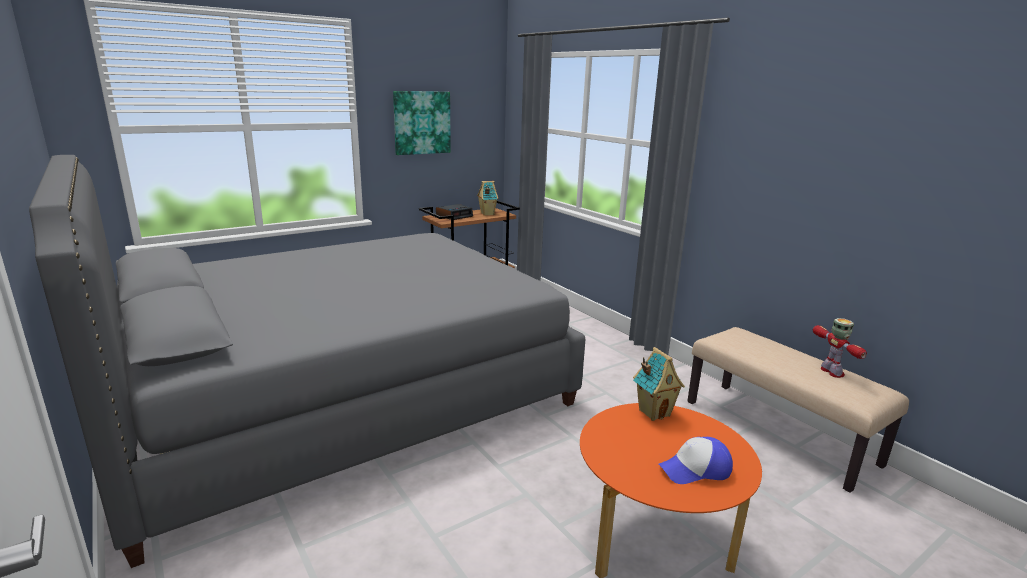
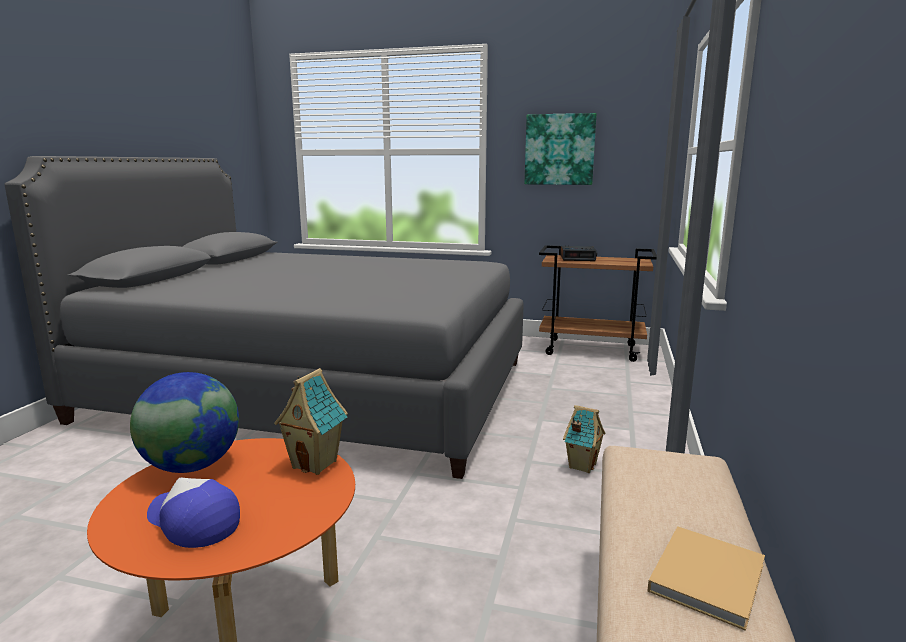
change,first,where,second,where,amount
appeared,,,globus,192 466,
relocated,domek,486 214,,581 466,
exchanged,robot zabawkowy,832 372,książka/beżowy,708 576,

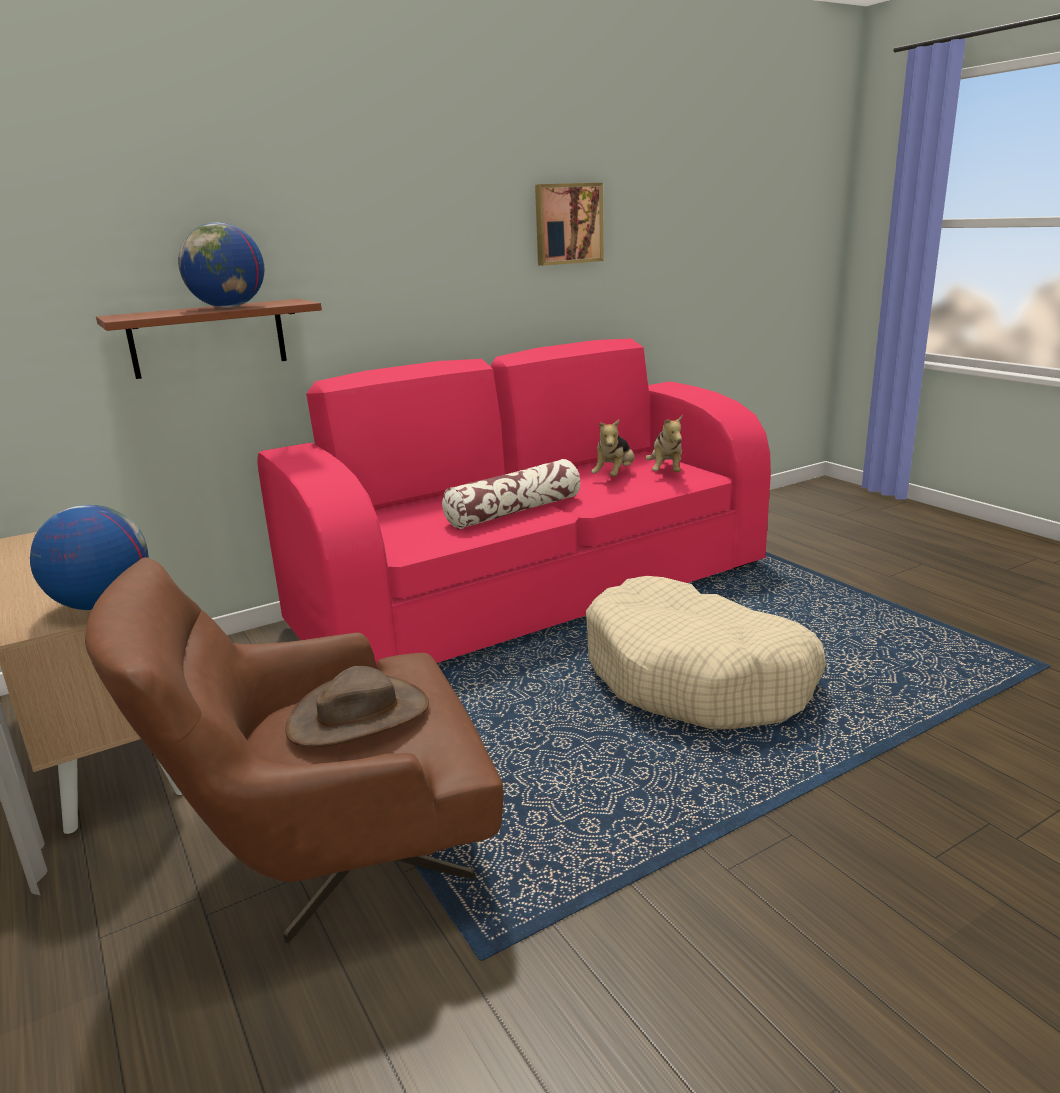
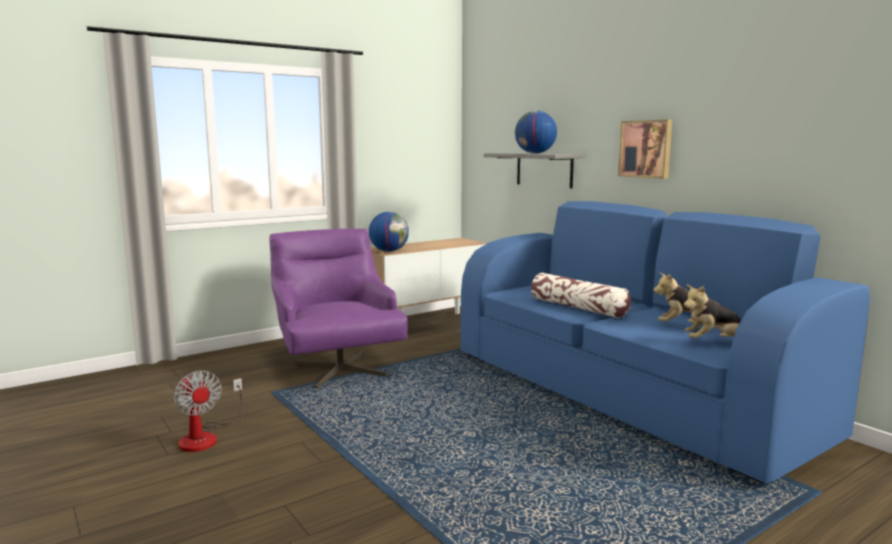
change,first,where,second,where,amount
appeared,,,wentylator,206 437,
colour,fotel/brązowy,334 863,fotel/fioletowy,336 366,
colour,kanapa/różowy,537 594,kanapa/niebieski,623 393,
colour,półka/brązowy,208 338,półka/szary,544 170,
relocated,obraz,567 224,,646 149,
missing,kapelusz/brązowy,359 716,,,
missing,legowisko/beżowy,697 678,,,

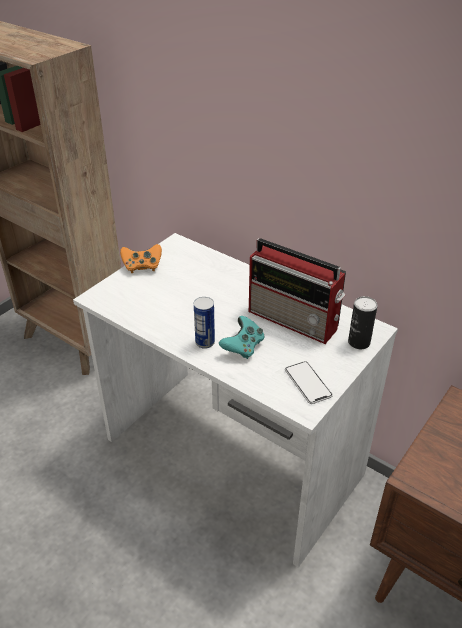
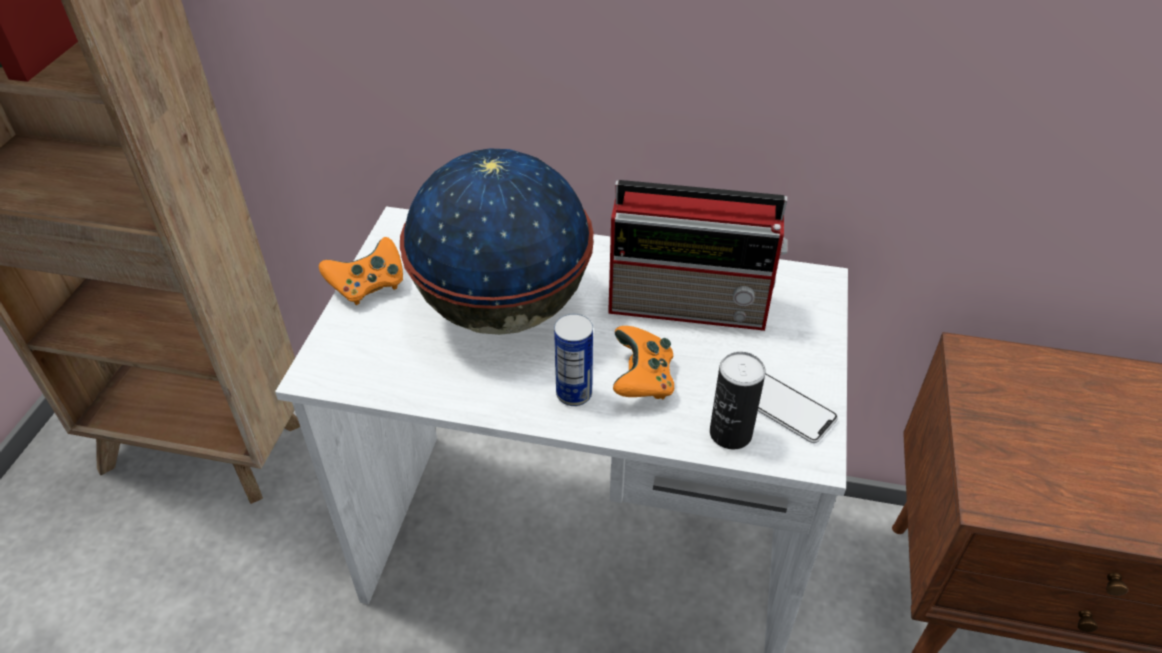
change,first,where,second,where,amount
appeared,,,globus,502 308,
colour,pad do gier/turkusowy,243 347,pad do gier/pomarańczowy,642 380,
relocated,puszka,359 342,,730 433,

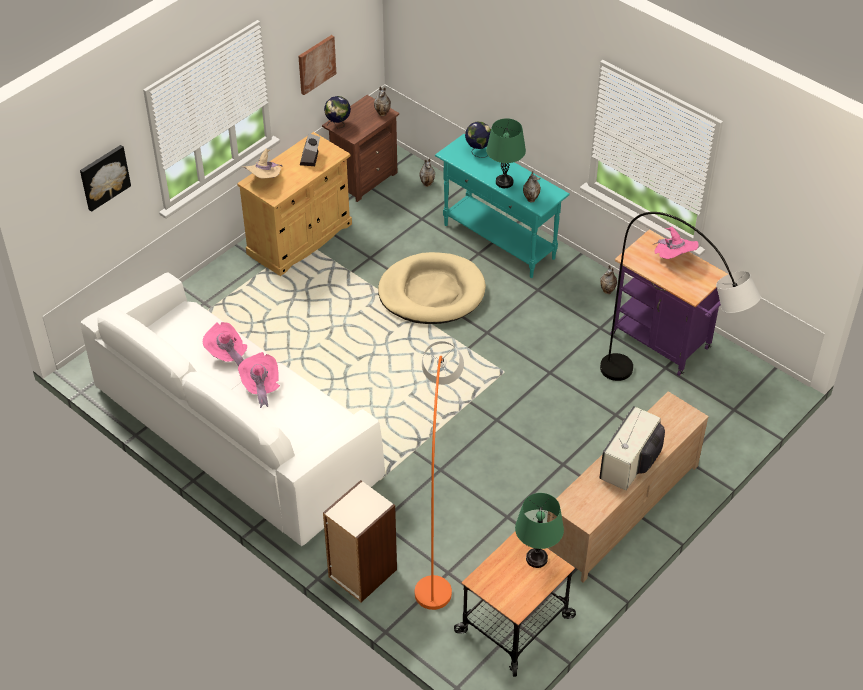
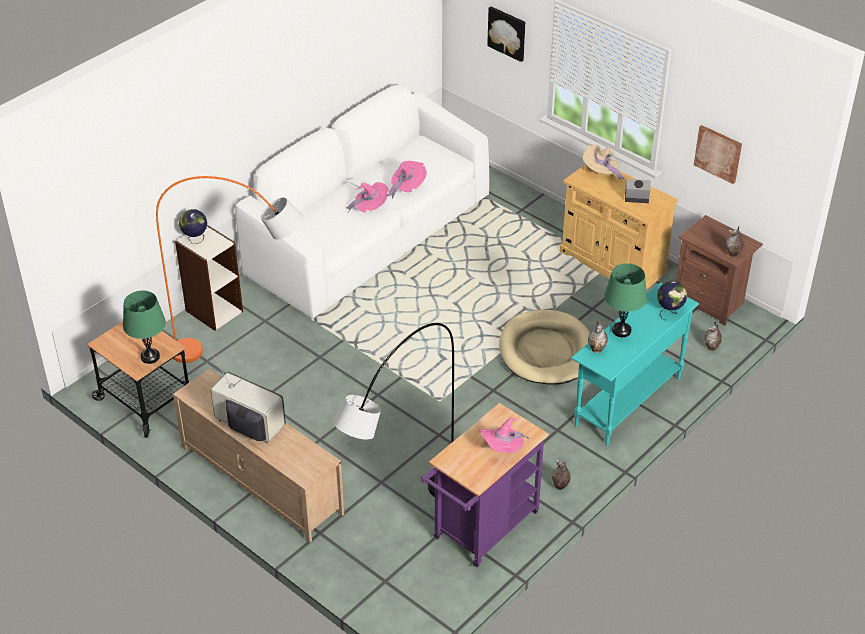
change,first,where,second,where,amount
relocated,globus,338 125,,195 239,

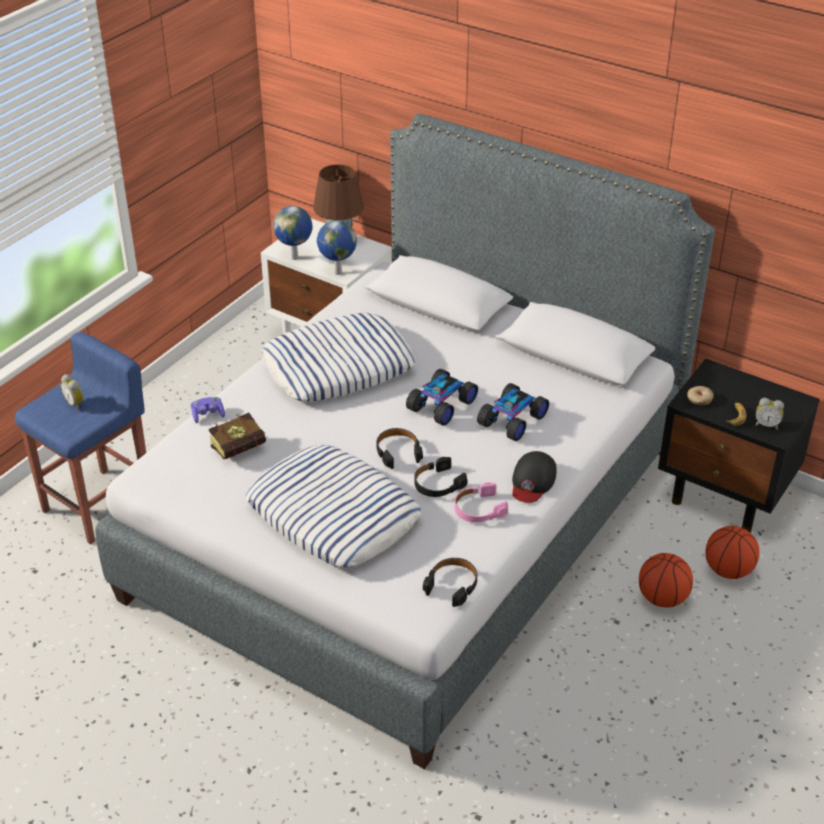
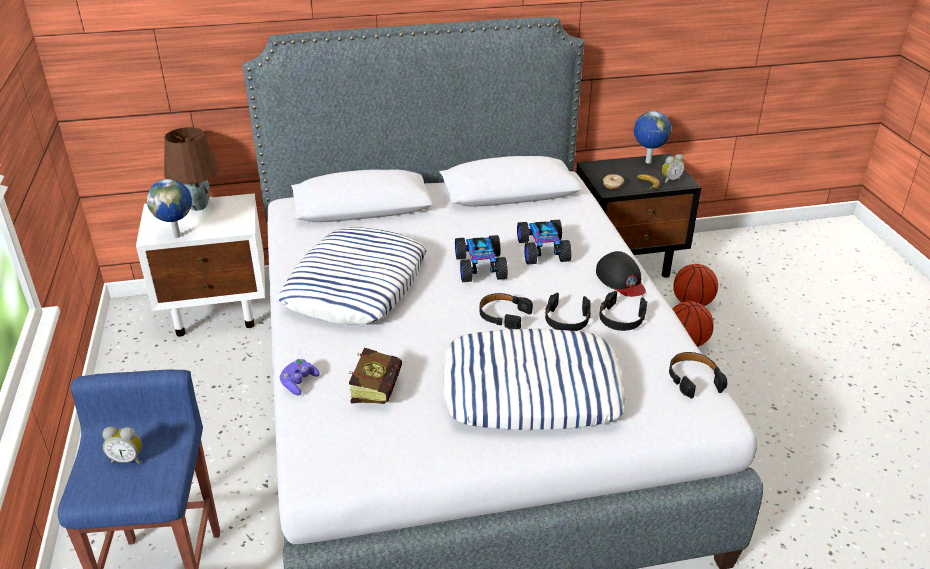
change,first,where,second,where,amount
colour,słuchawki/różowy,478 509,słuchawki/czarny,621 318,
relocated,globus,337 273,,647 162,

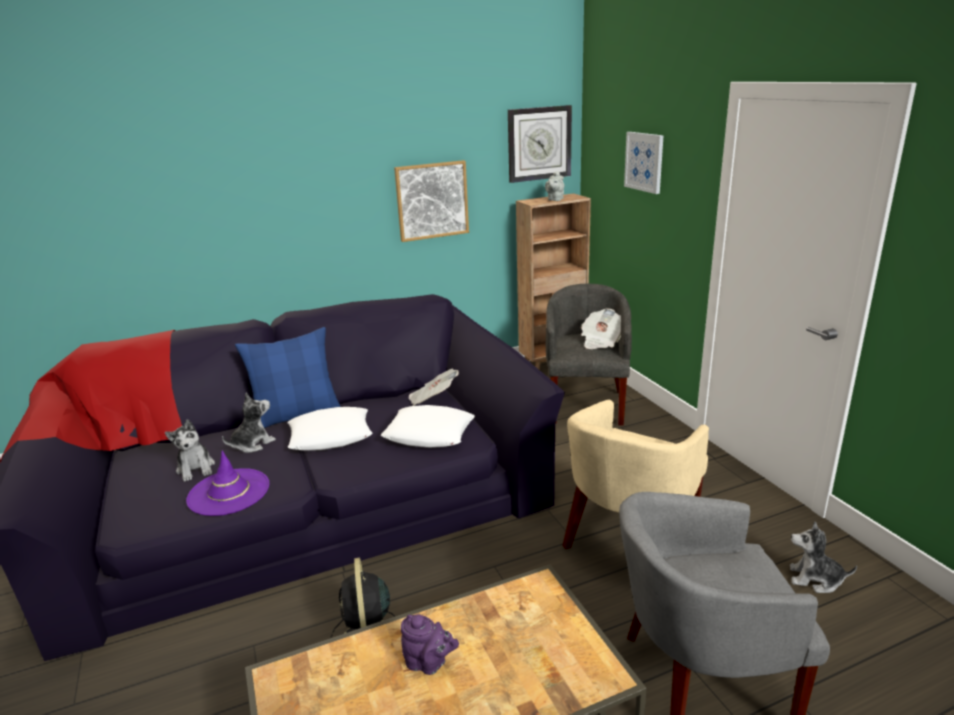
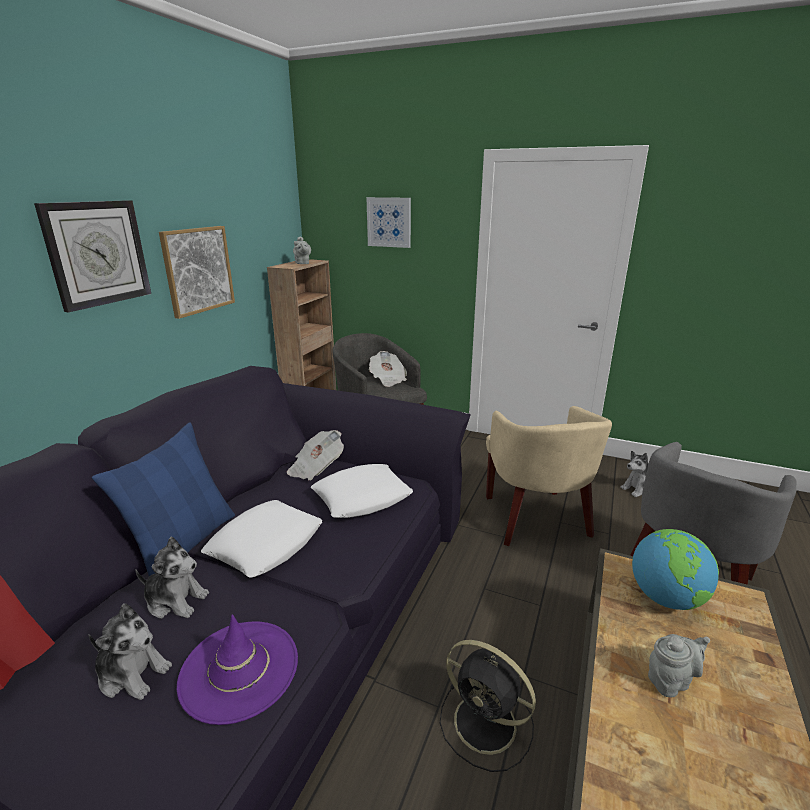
change,first,where,second,where,amount
relocated,zegar ścienny,539 143,,97 253,
spun,pluszak,252 444,,176 600,105 degrees clockwise
appeared,,,globus,666 597,
colour,imbryk/fioletowy,429 663,imbryk/szary,670 680,

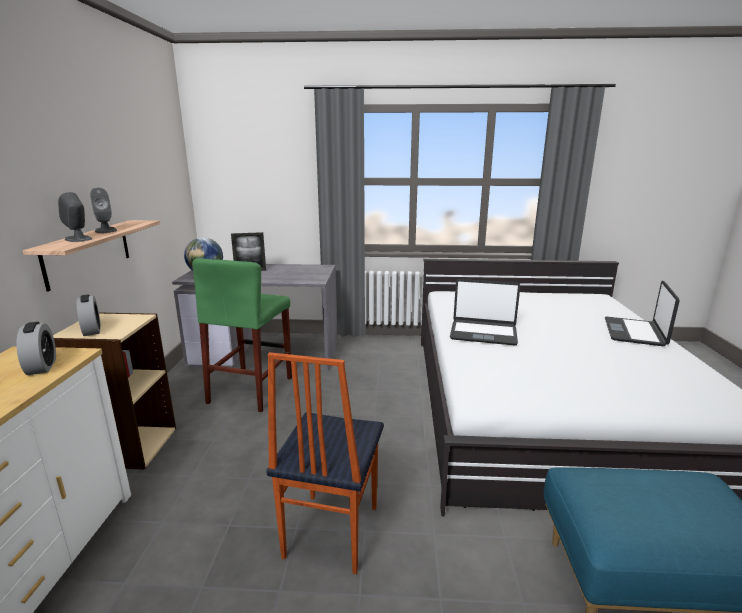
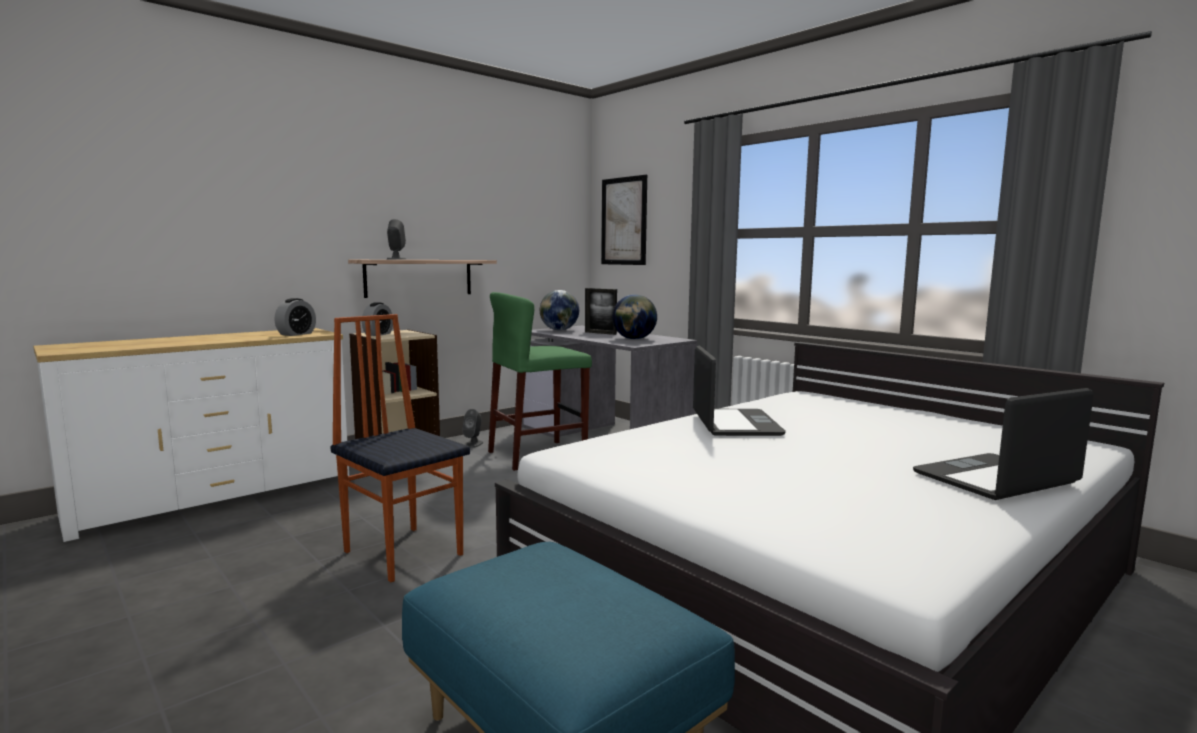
change,first,where,second,where,amount
spun,krzesło,329 532,,404 552,75 degrees clockwise
relocated,głośnik/szary,105 230,,473 444,
appeared,,,obraz,624 221,
appeared,,,globus,634 339,
spun,laptop,483 333,,734 424,150 degrees counterclockwise

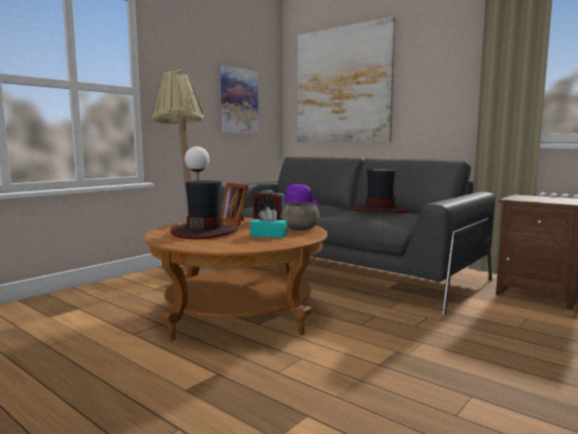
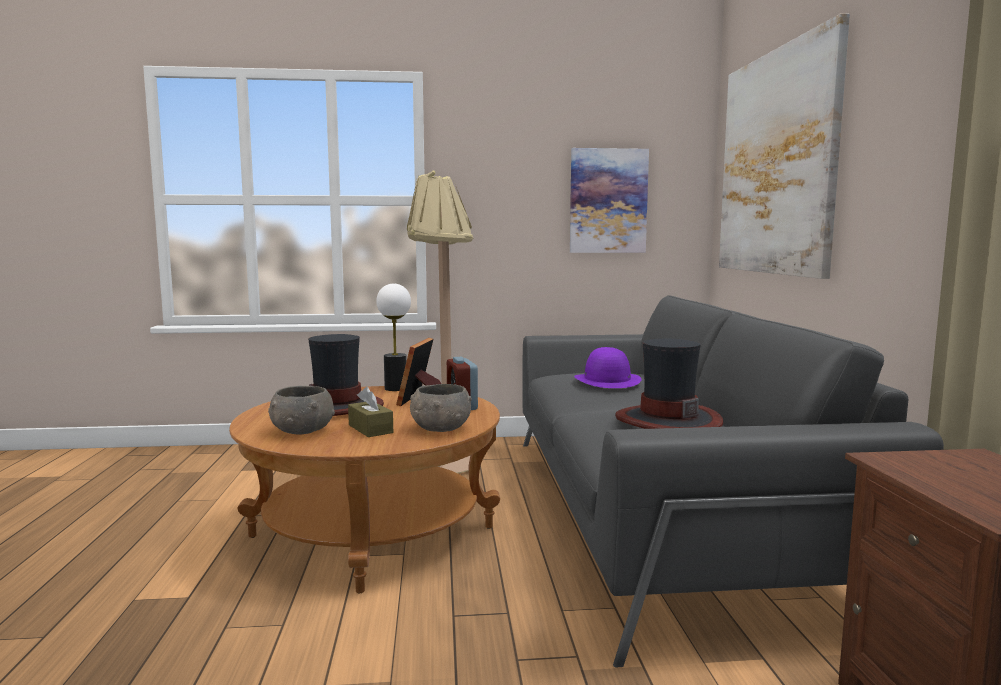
change,first,where,second,where,amount
appeared,,,miska/szary,302 431,
colour,pudełko chusteczek/turkusowy,268 235,pudełko chusteczek/brązowy,370 429,

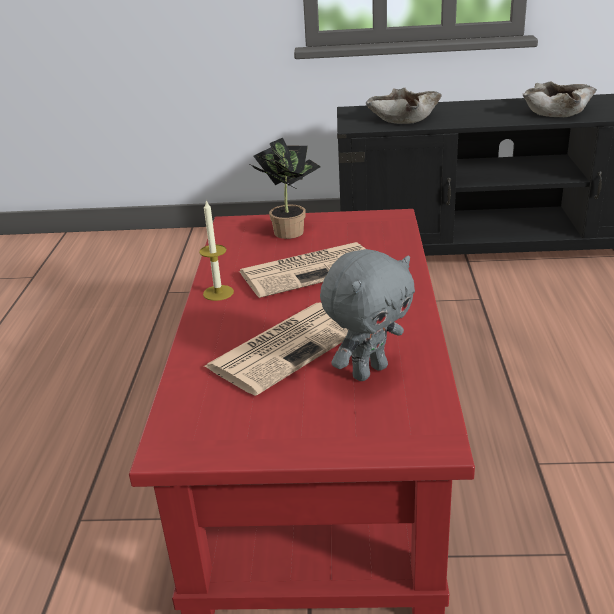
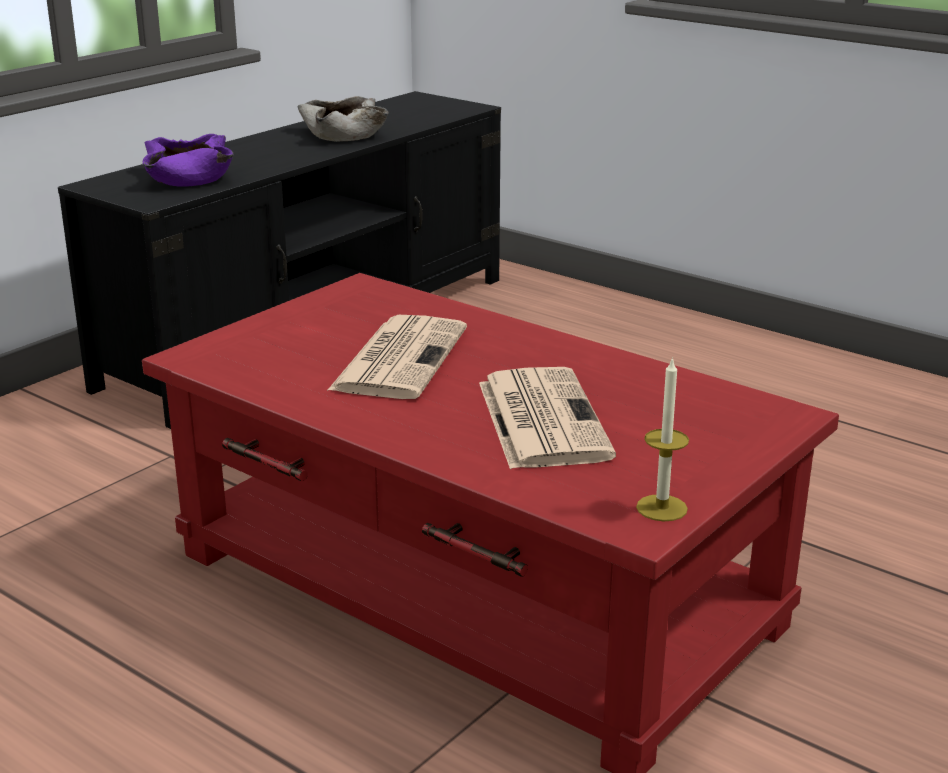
change,first,where,second,where,amount
colour,miska/beżowy,403 118,miska/fioletowy,188 178,
relocated,świeca,218 293,,661 508,
missing,roślina doniczkowa,288 230,,,
missing,pluszak/szary,368 371,,,

